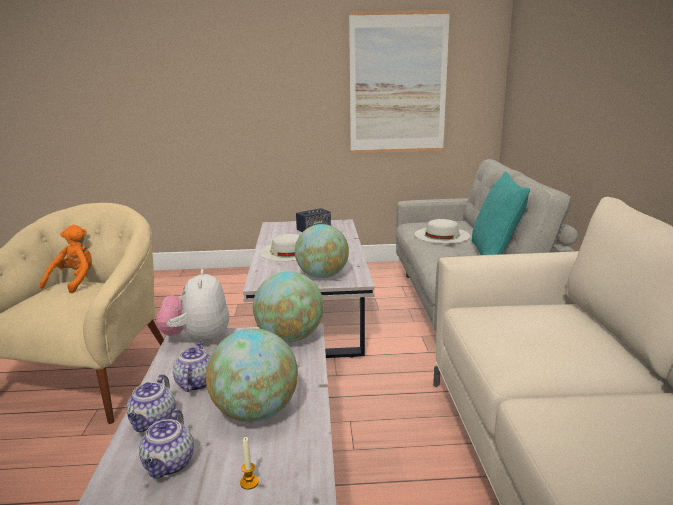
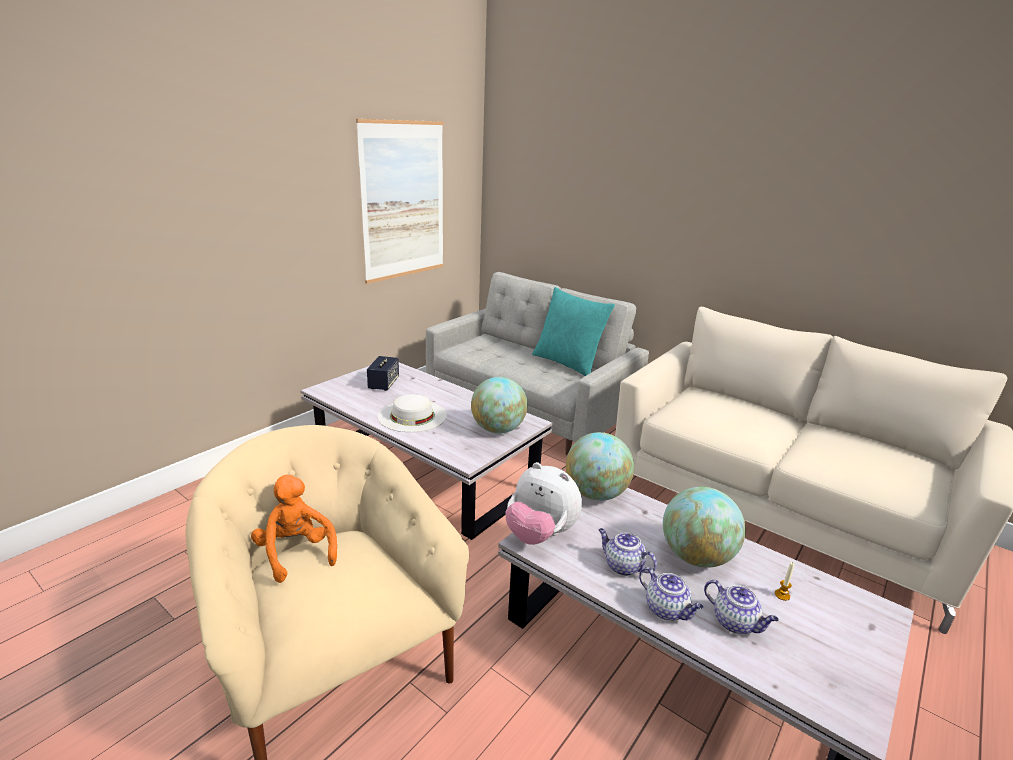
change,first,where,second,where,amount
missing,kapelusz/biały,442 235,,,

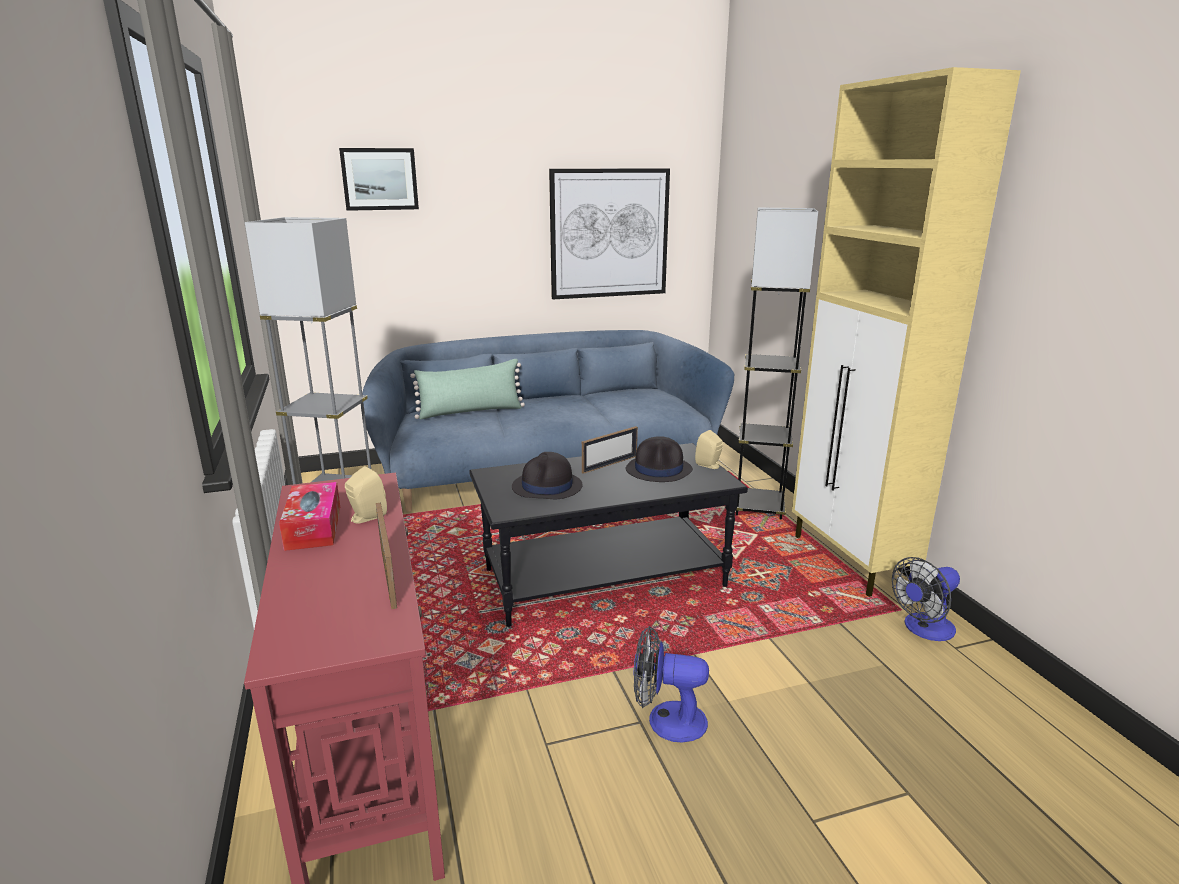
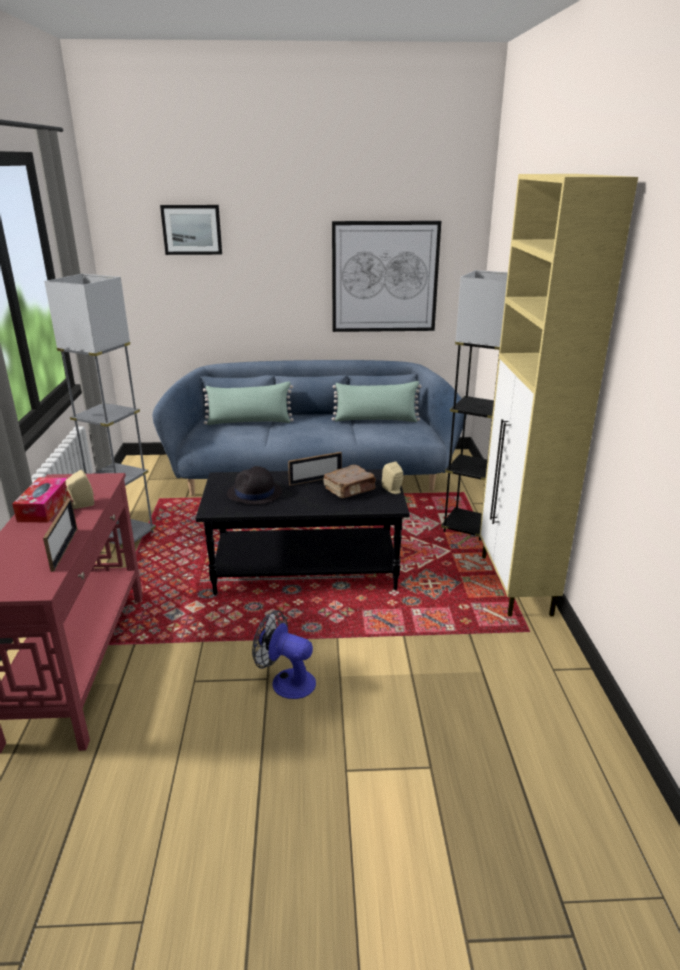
change,first,where,second,where,amount
exchanged,kapelusz/czarny,659 470,książka/brązowy,350 489,
appeared,,,poduszka/zielony,376 420,
missing,wentylator,923 629,,,

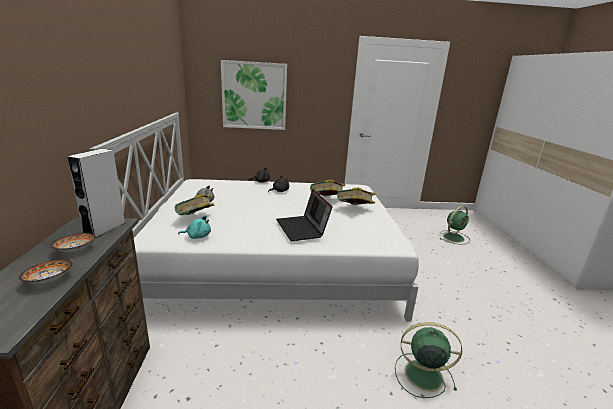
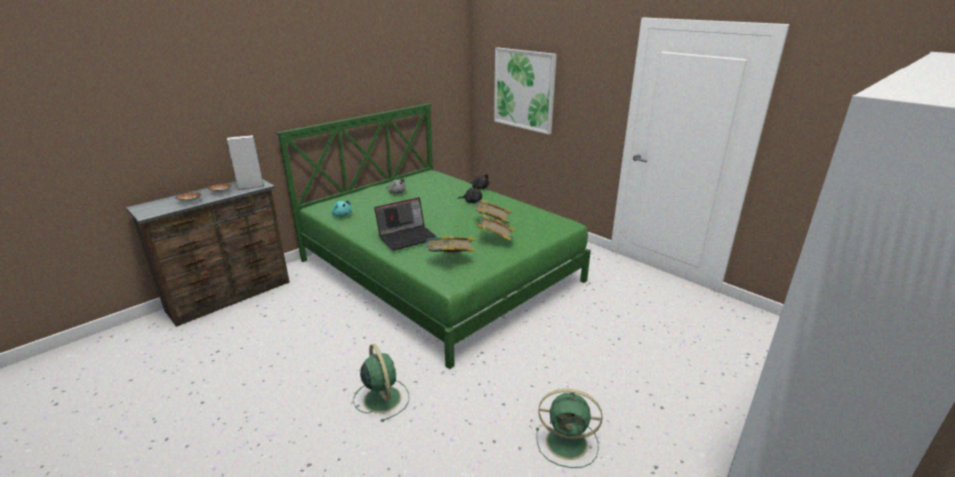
change,first,where,second,where,amount
colour,łóżko/biały,274 262,łóżko/zielony,438 271,
spun,laptop,302 228,,407 237,150 degrees counterclockwise
relocated,książka,196 219,,450 259,
relocated,wentylator/zielony,454 237,,568 443,

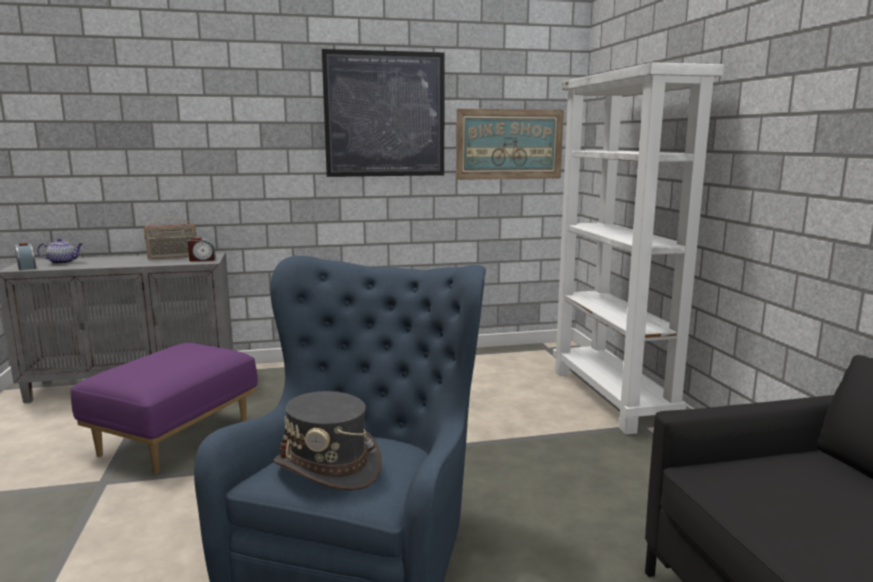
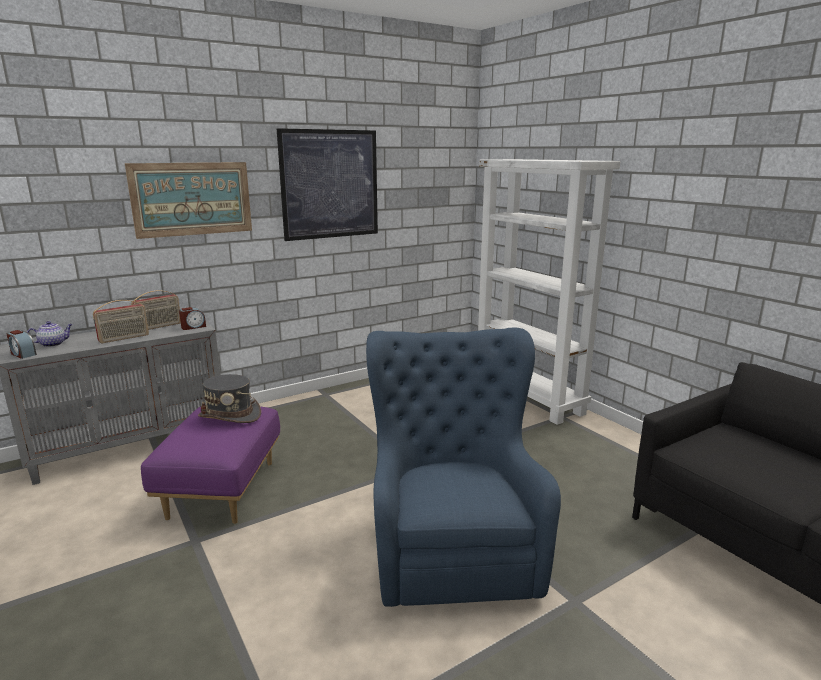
change,first,where,second,where,amount
appeared,,,radio,124 338,
relocated,obraz,509 144,,192 199,
relocated,kapelusz/szary,328 467,,230 415,

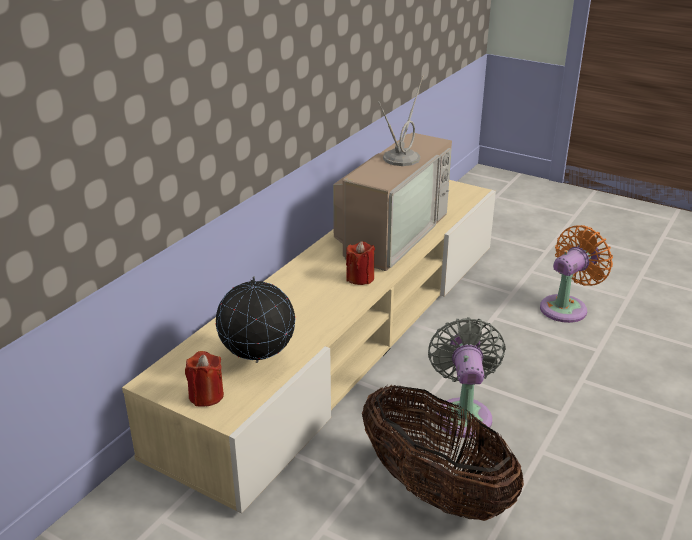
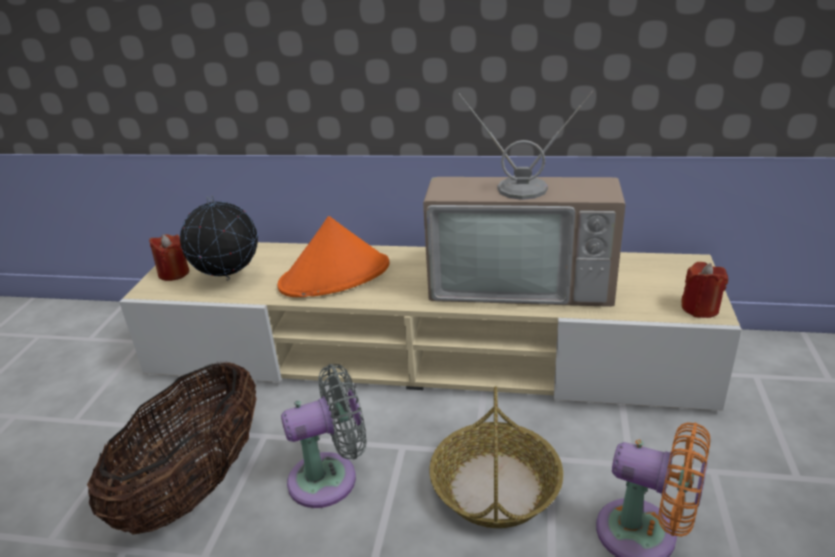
change,first,where,second,where,amount
appeared,,,kapelusz/pomarańczowy,335 276,
appeared,,,koszyk,496 488,
relocated,świeca/czerwony,360 278,,700 308,

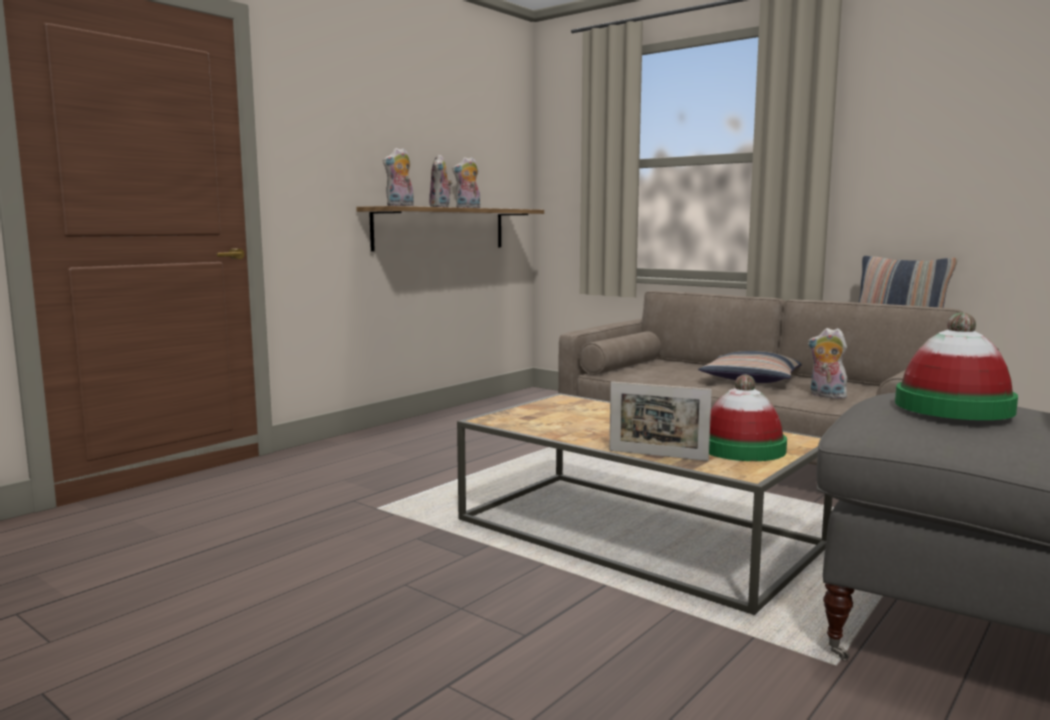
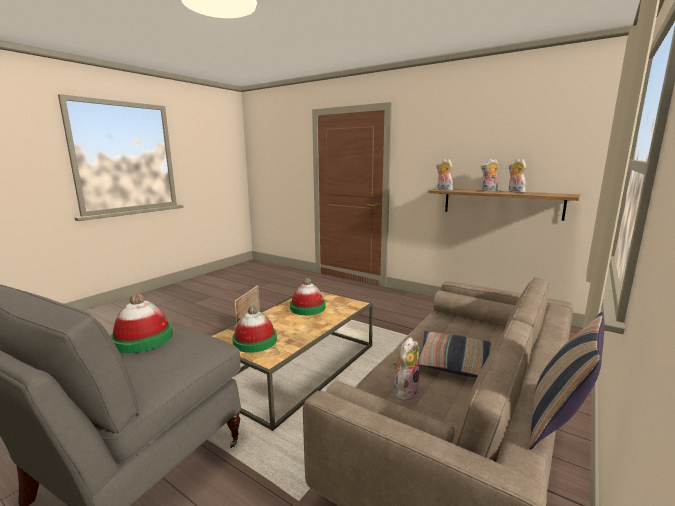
change,first,where,second,where,amount
appeared,,,kapelusz,307 308,

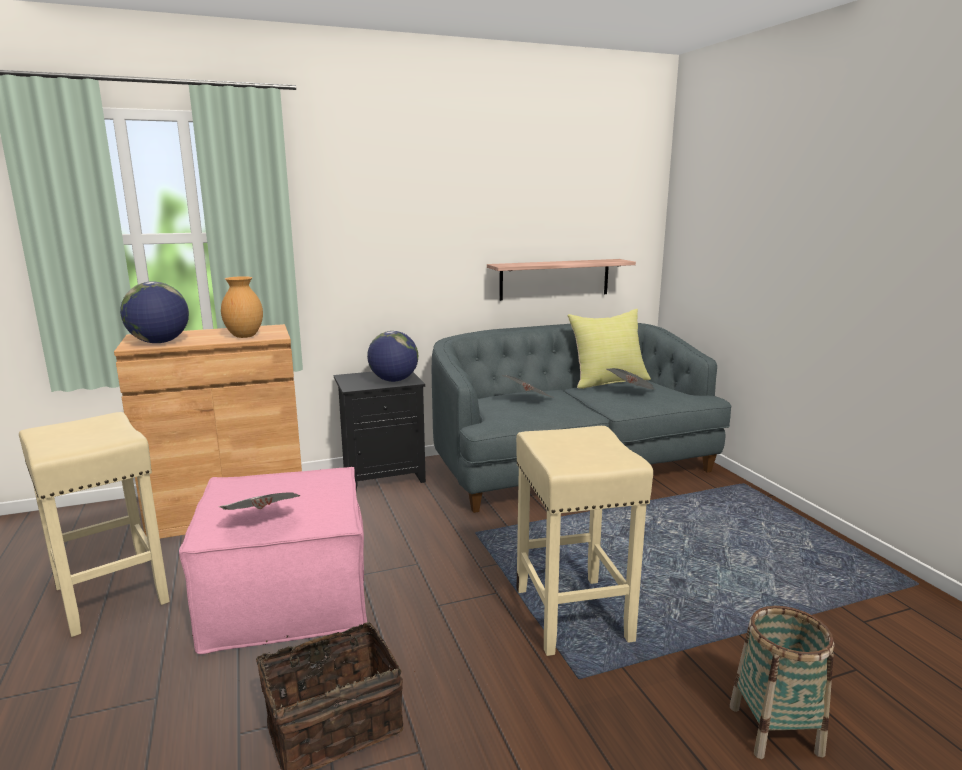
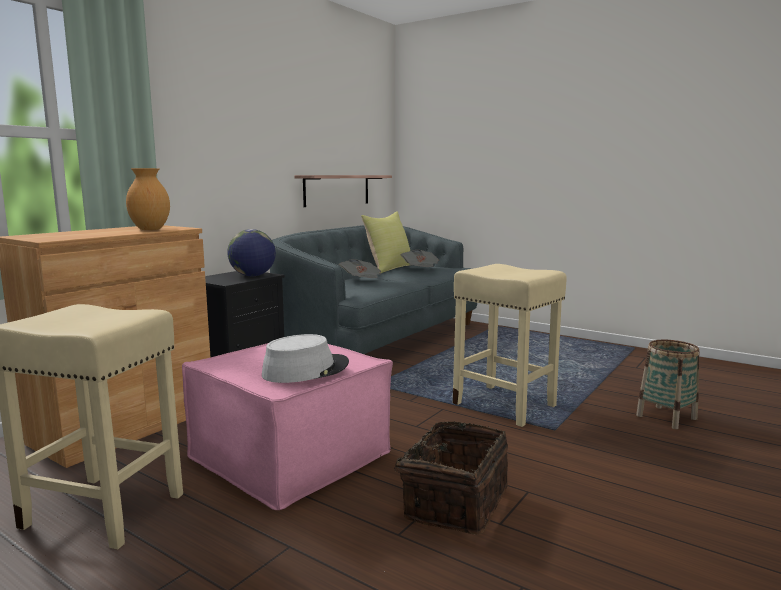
change,first,where,second,where,amount
exchanged,gazeta,262 521,kapelusz/szary,306 370,
missing,globus,159 342,,,

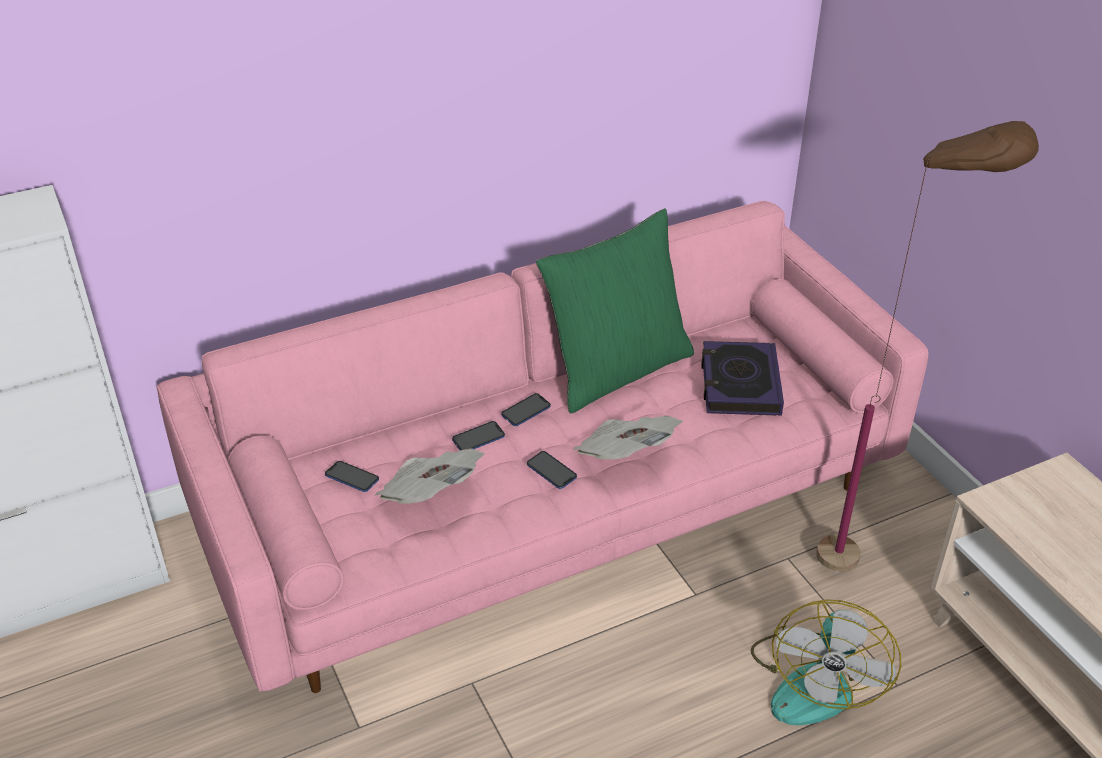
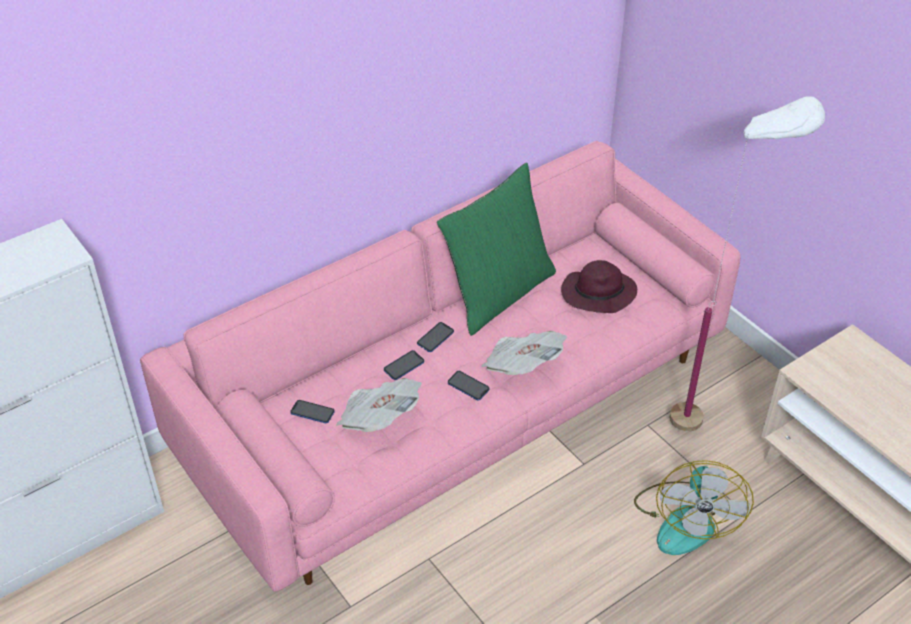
change,first,where,second,where,amount
exchanged,książka,739 385,kapelusz/fioletowy,597 294,
colour,lampa stojąca/brązowy,869 557,lampa stojąca/biały,708 416,

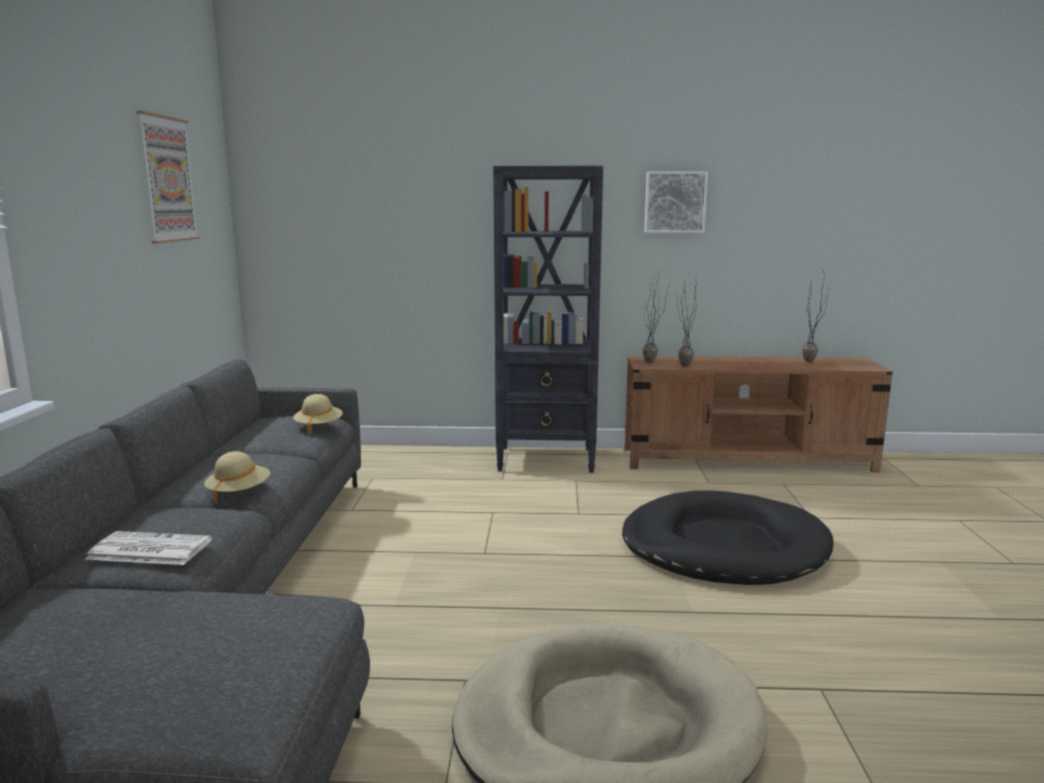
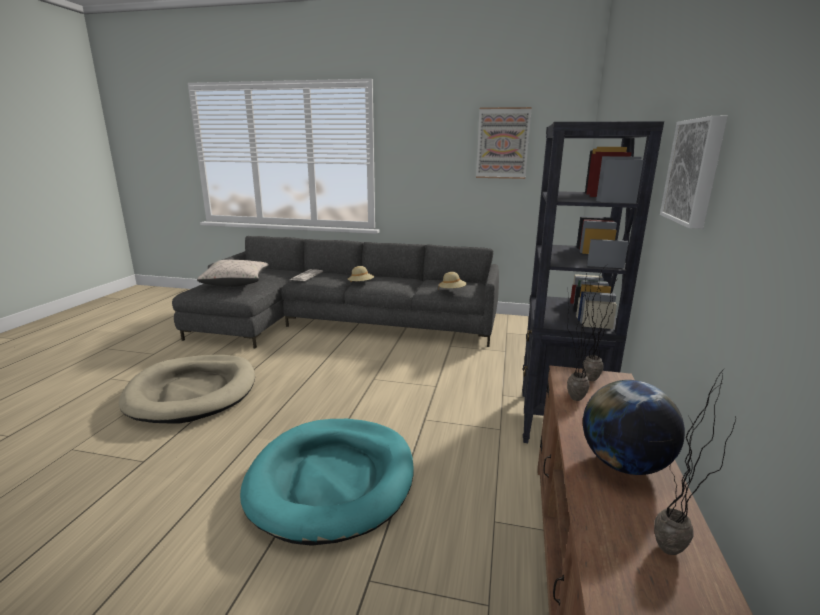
change,first,where,second,where,amount
appeared,,,poduszka/beżowy,236 283,
colour,legowisko/czarny,723 546,legowisko/turkusowy,332 480,
appeared,,,globus,623 464,

